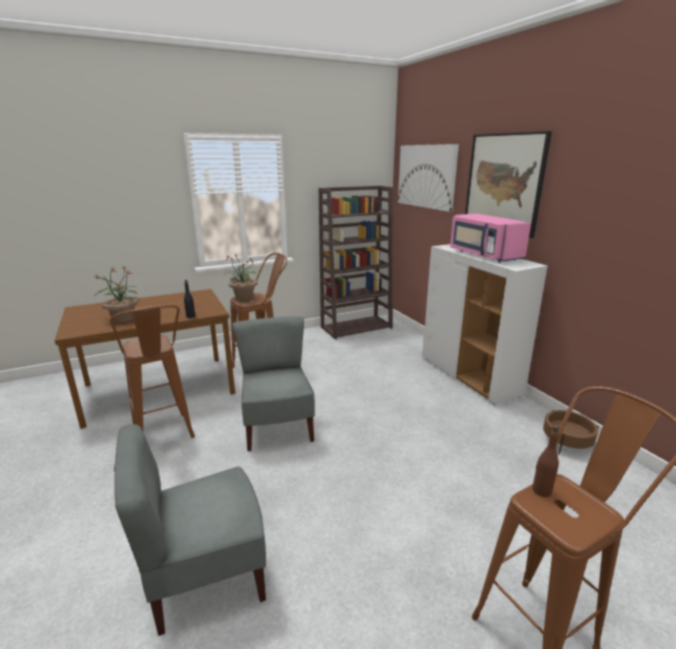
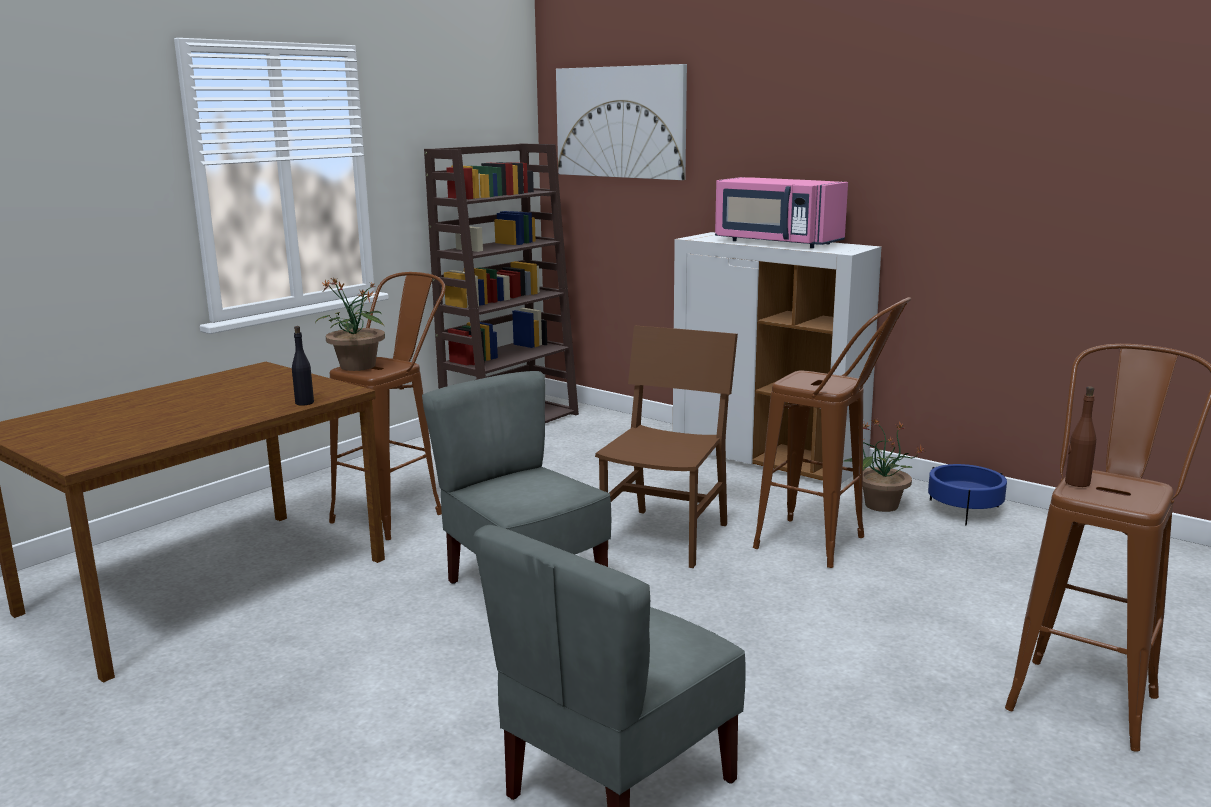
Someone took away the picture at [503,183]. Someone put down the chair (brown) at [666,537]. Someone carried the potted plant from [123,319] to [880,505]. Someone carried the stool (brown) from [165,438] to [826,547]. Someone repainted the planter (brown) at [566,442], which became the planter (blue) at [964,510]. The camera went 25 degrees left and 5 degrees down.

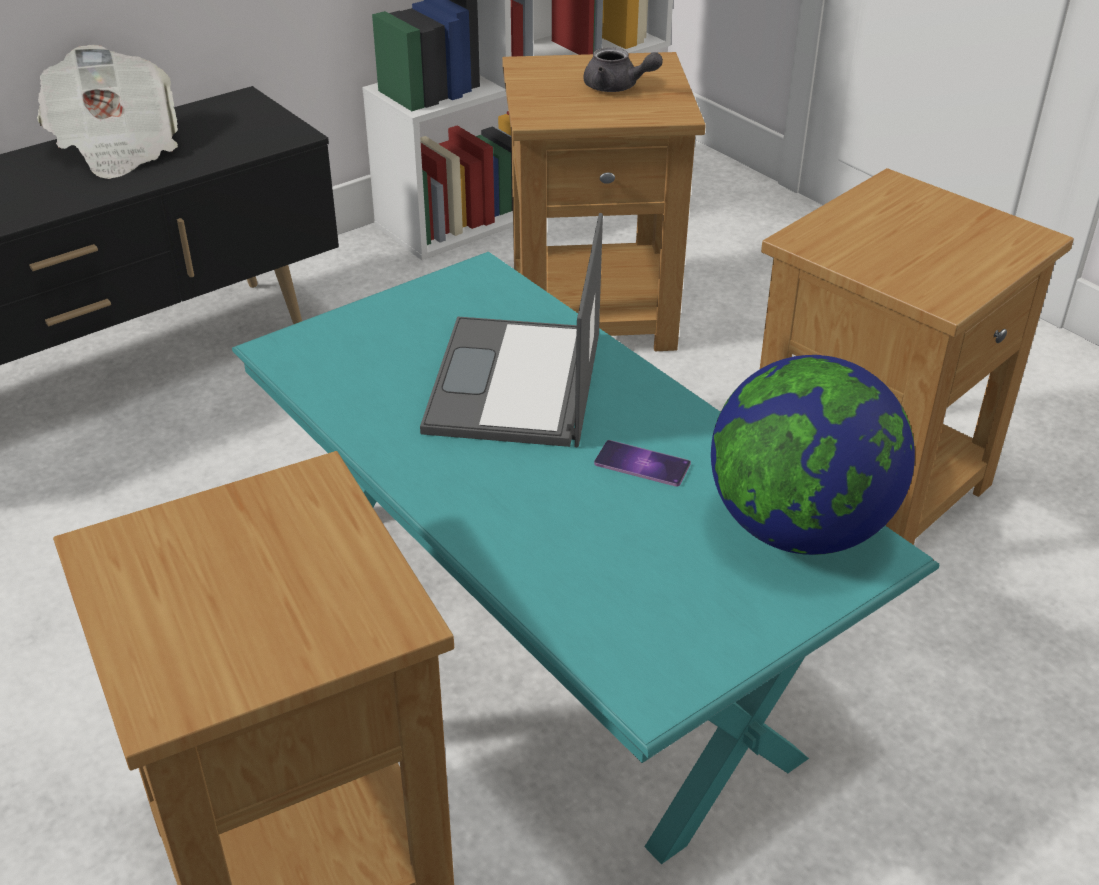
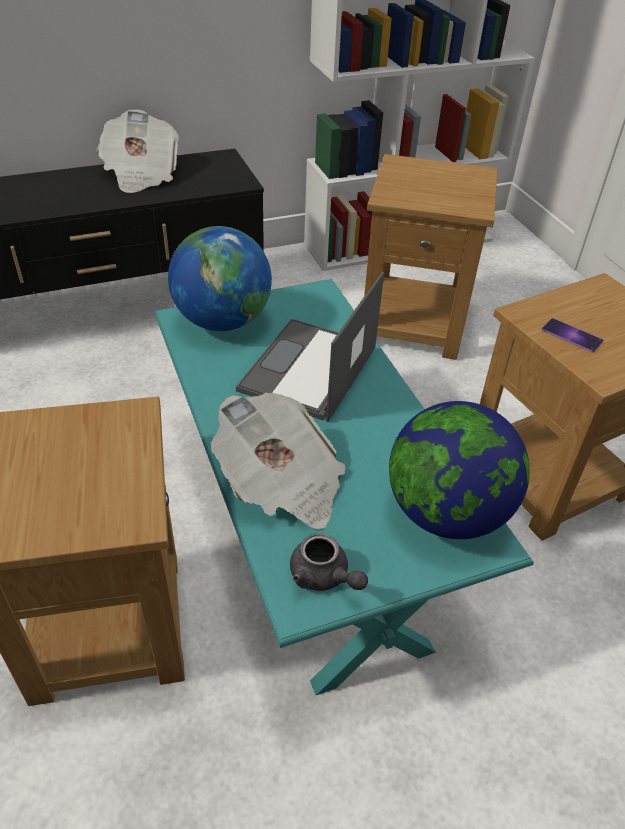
Someone put down the globe at [222,321]. Someone put down the newspaper at [281,484]. Someone carried the teapot (grey) from [617,87] to [324,577]. Someone carried the phone from [642,464] to [571,335]. The camera went 15 degrees right and 5 degrees up.

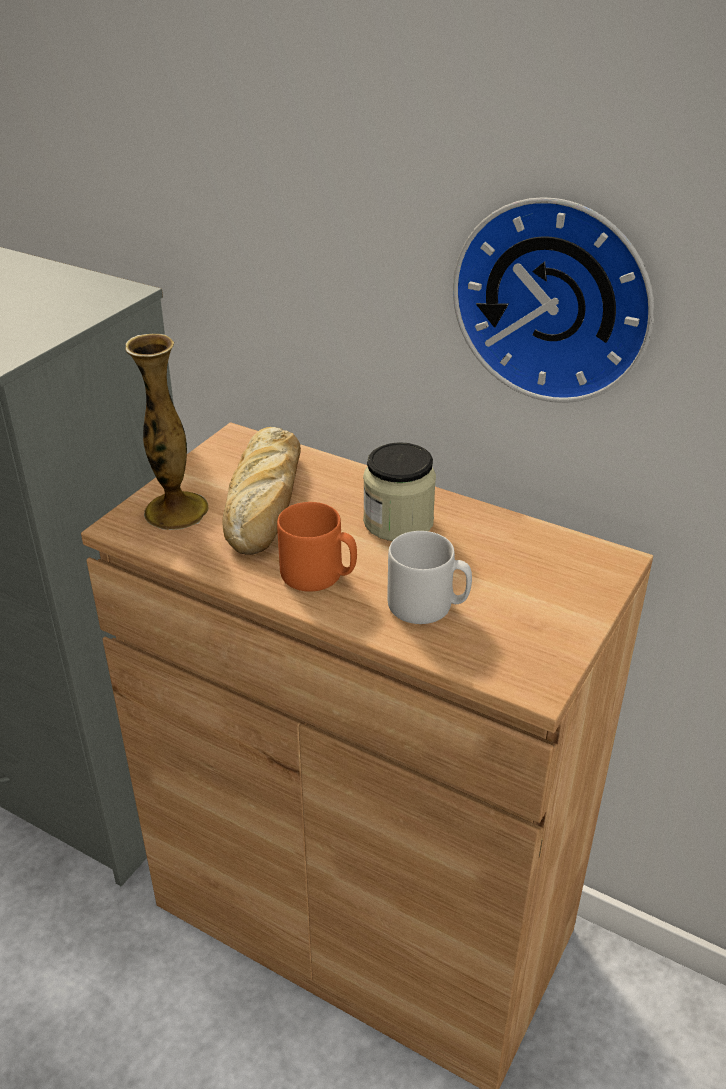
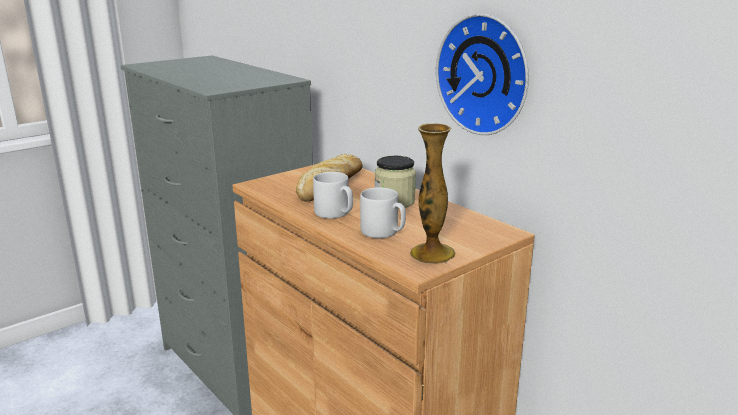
Someone carried the vase from [176,511] to [432,253]. Someone repainted the mug (orange) at [319,575], which became the mug (grey) at [335,213]. The camera went 20 degrees right and 15 degrees down.

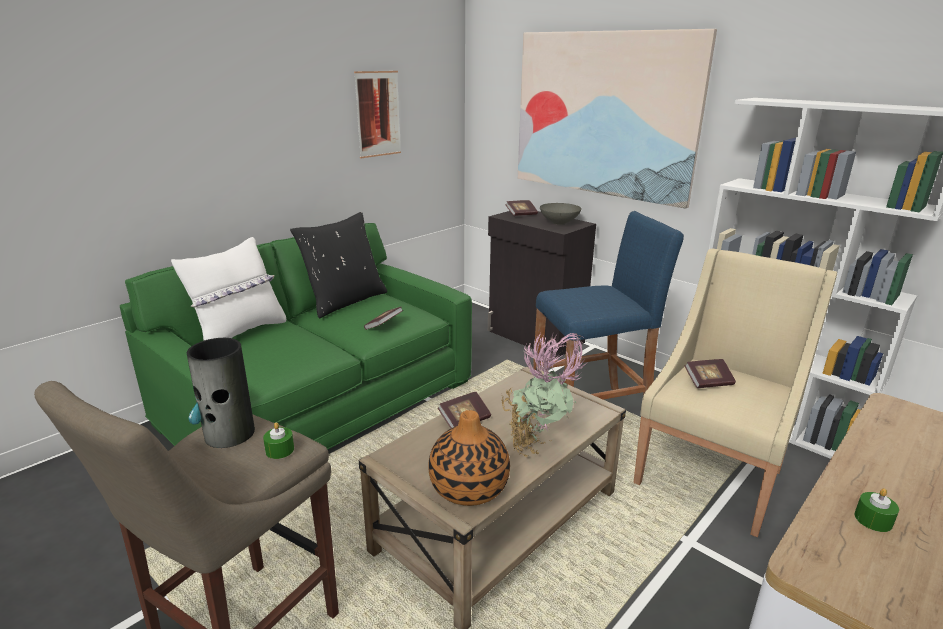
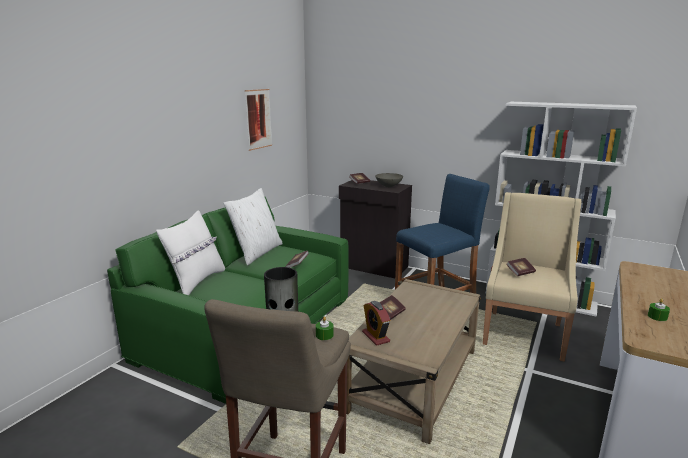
Someone took away the vase at [469,487]. Someone took away the potted plant at [538,447]. Someone took away the picture at [603,115]. Someone put down the alarm clock at [376,337]. Someone repainted the pillow (black) at [345,301], which became the pillow (white) at [257,252]. The camera went 15 degrees left and 5 degrees down.

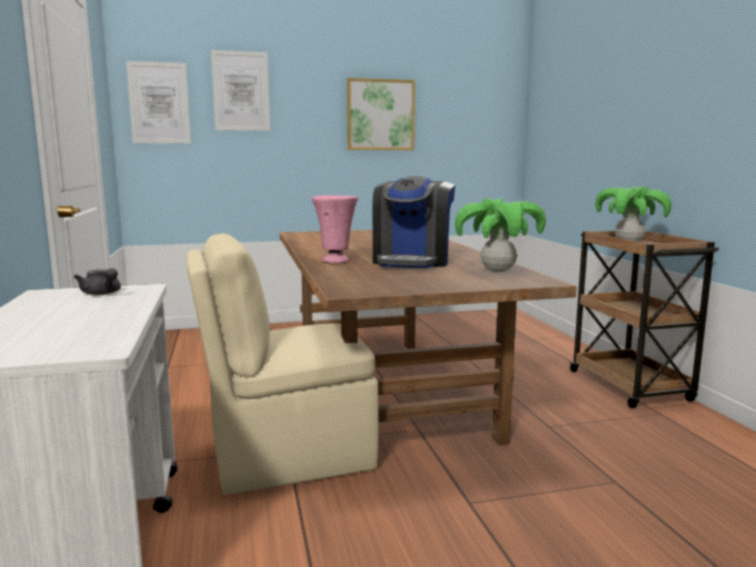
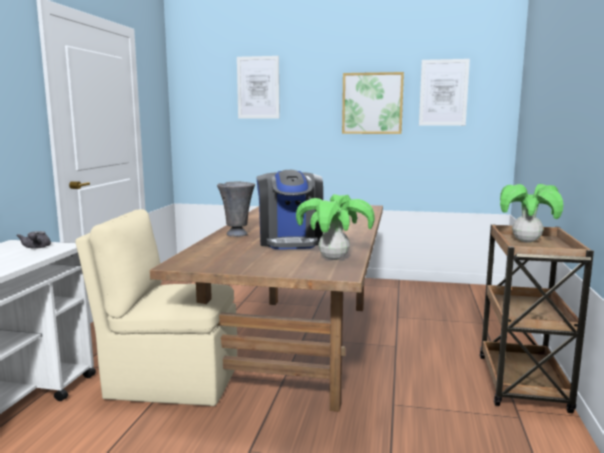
Someone carried the picture from [159,103] to [443,92]. Someone repainted the vase (pink) at [335,260], which became the vase (grey) at [237,234]. Someone rotated the coffee machine at [412,261] by 45 degrees counterclockwise. The camera went 25 degrees right and 0 degrees up.

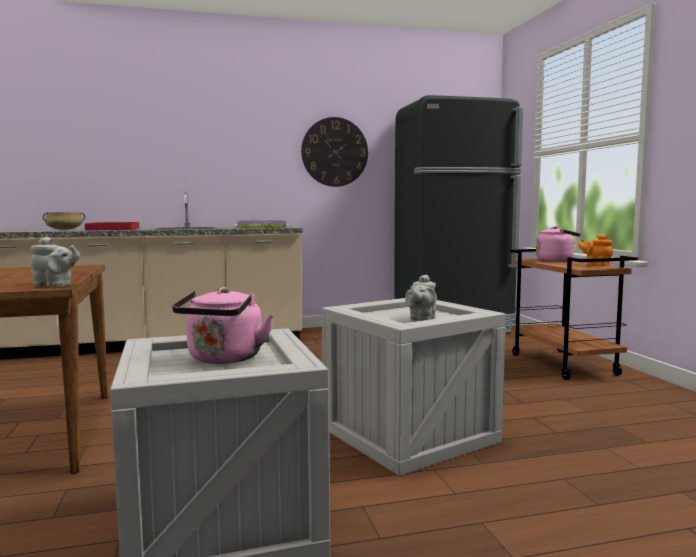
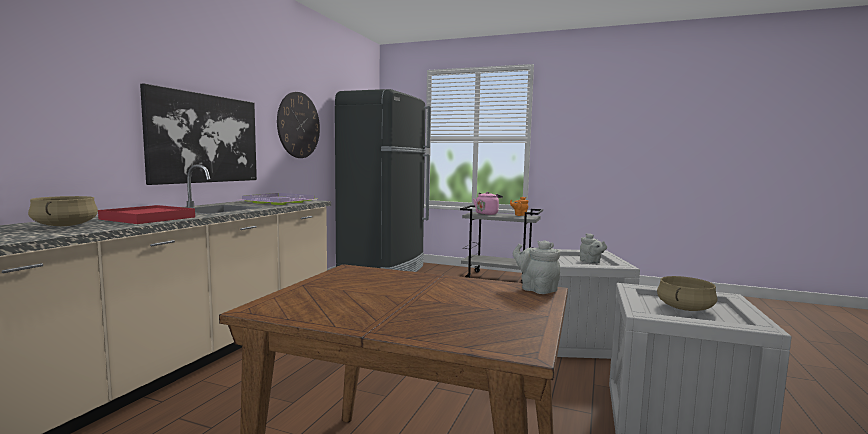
Someone put up the picture at [204,138]. Someone swapped the kettle (pink) at [224,359] for the cooking pot (beige) at [685,308]. Someone repainted the cart (brown) at [564,364], which became the cart (grey) at [500,279]. Someone rotated the teapot (grey) at [55,285] by 90 degrees counterclockwise. The camera went 55 degrees left and 0 degrees up.

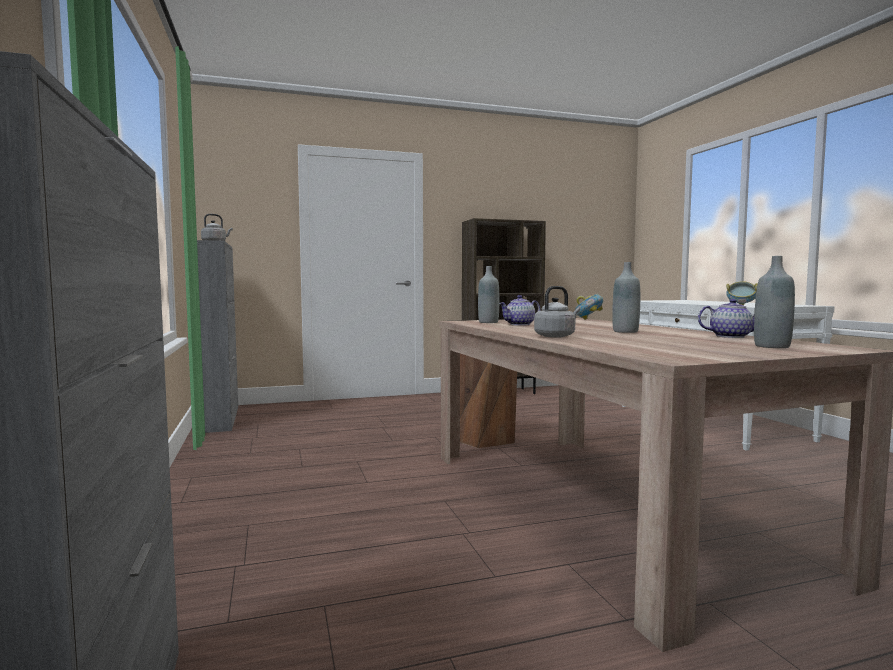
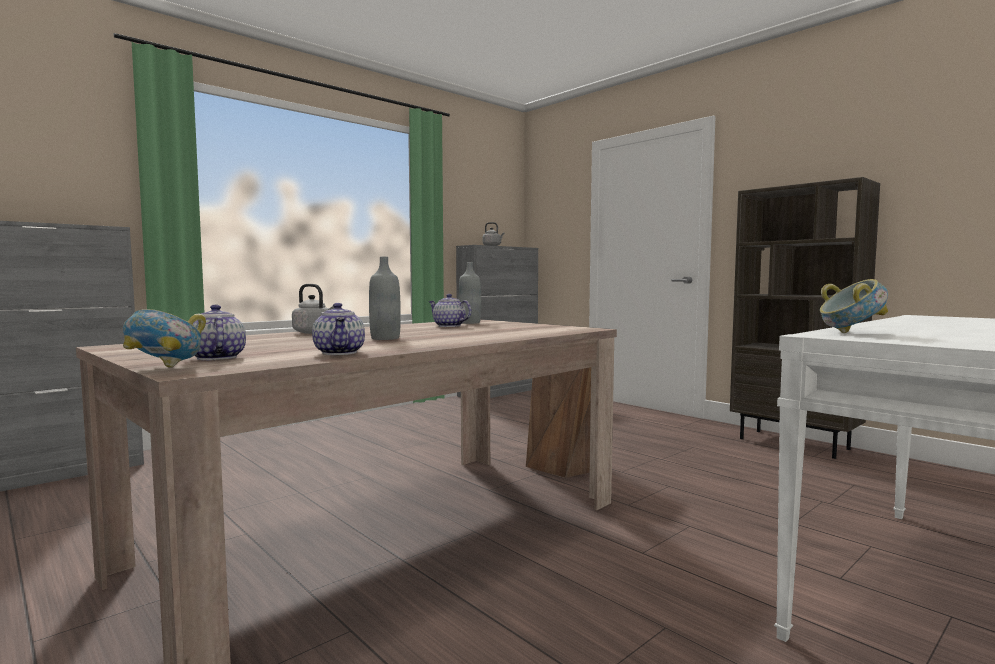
Someone carried the bowl from [588,319] to [166,368]. Someone swapped the bottle (grey) at [772,346] for the teapot at [215,358]. The camera went 65 degrees right and 0 degrees up.

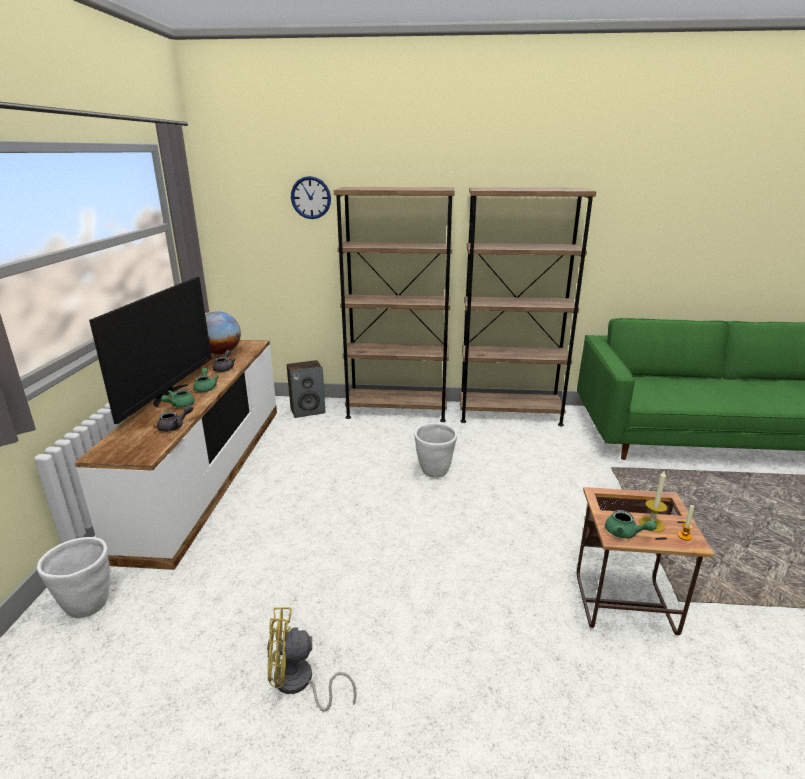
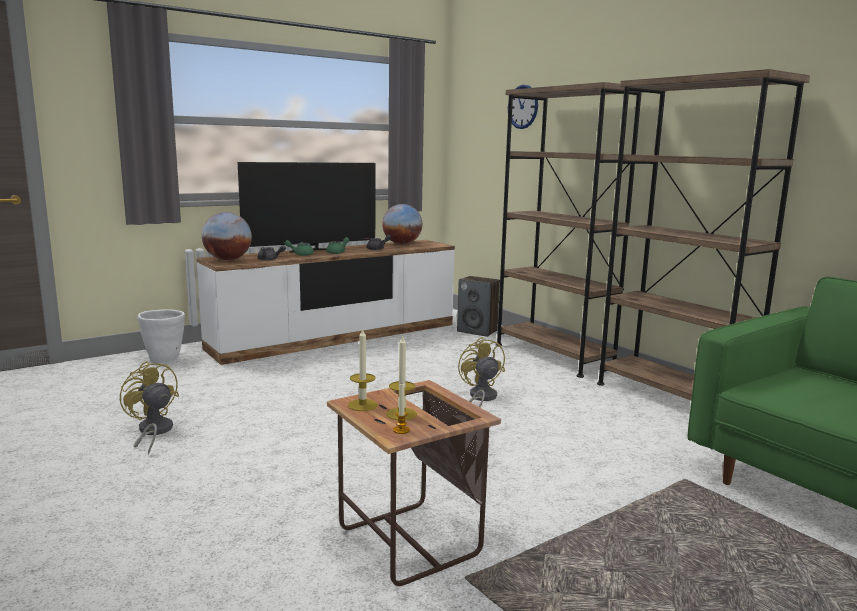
Someone put down the globe at [228,260]. Someone swapped the planter (white) at [434,472] for the fan (yellow) at [480,398]. Someone swapped the teapot (green) at [625,533] for the candle at [362,405]. The camera went 50 degrees right and 10 degrees down.

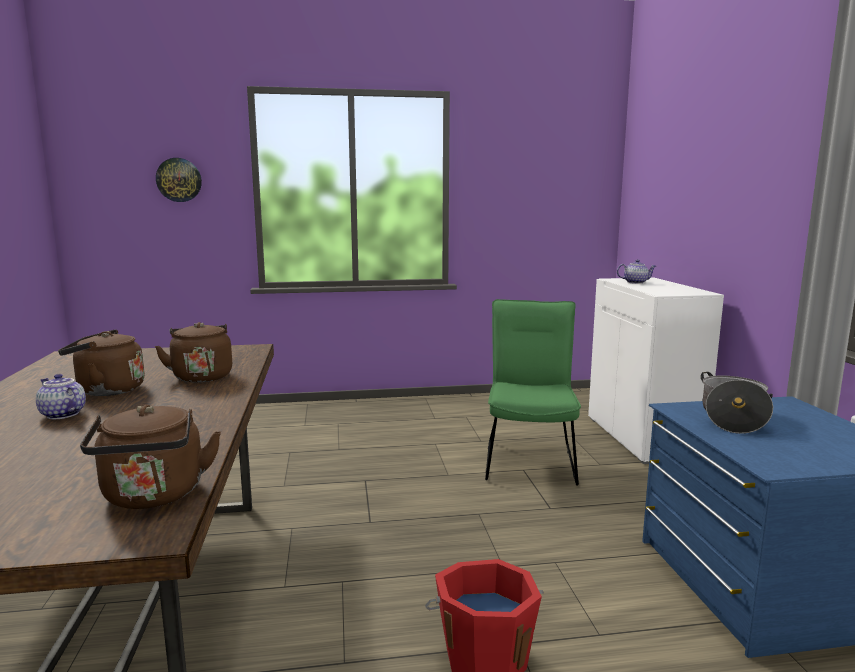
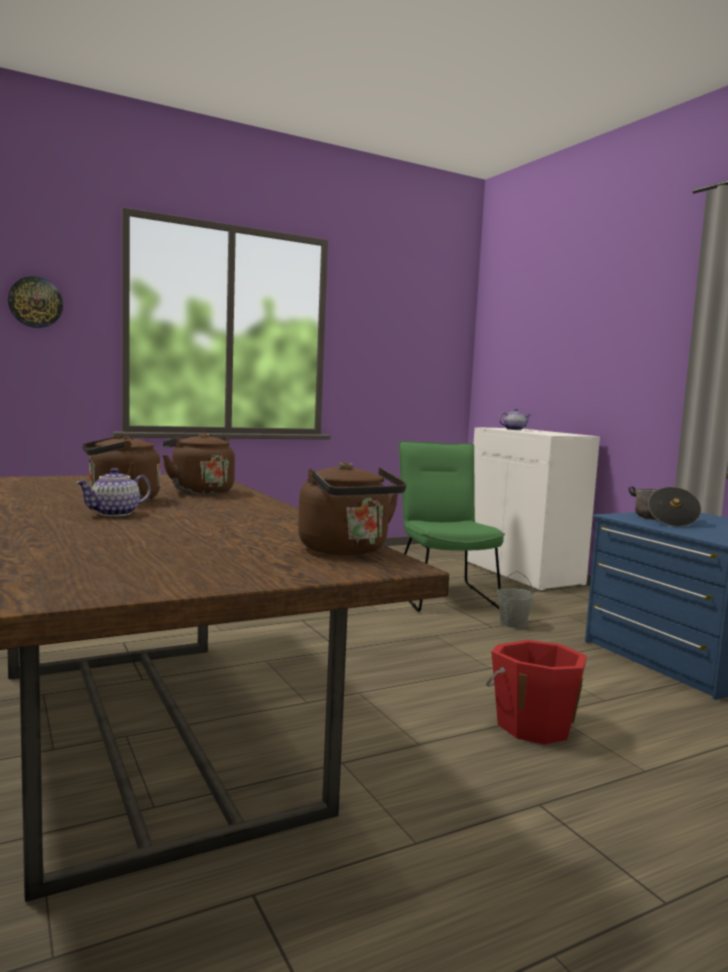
Someone put down the bucket (grey) at [513,624]. Someone rotated the teapot at [61,414] by 60 degrees counterclockwise. The camera went 20 degrees left and 5 degrees down.

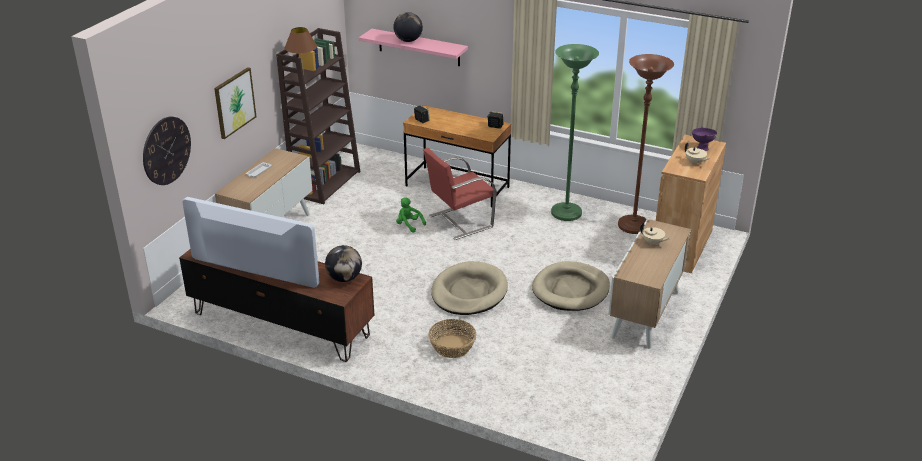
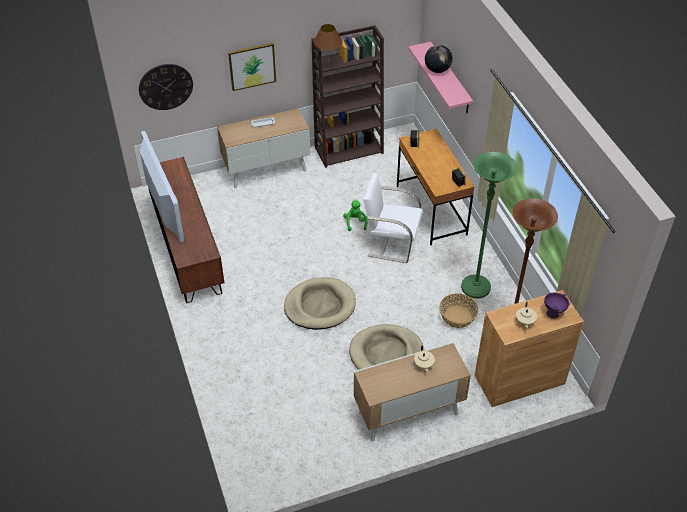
Someone took away the globe at [344,278]. Someone carried the basket from [452,347] to [457,316]. Someone repainted the chair (red) at [459,221], which became the chair (white) at [391,242]. The camera went 45 degrees right and 15 degrees up.

